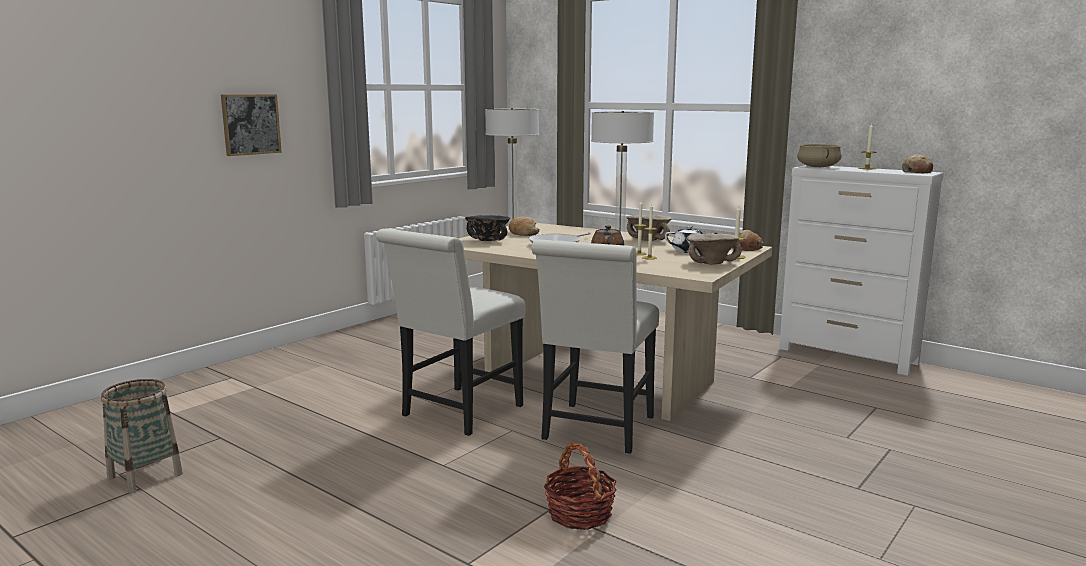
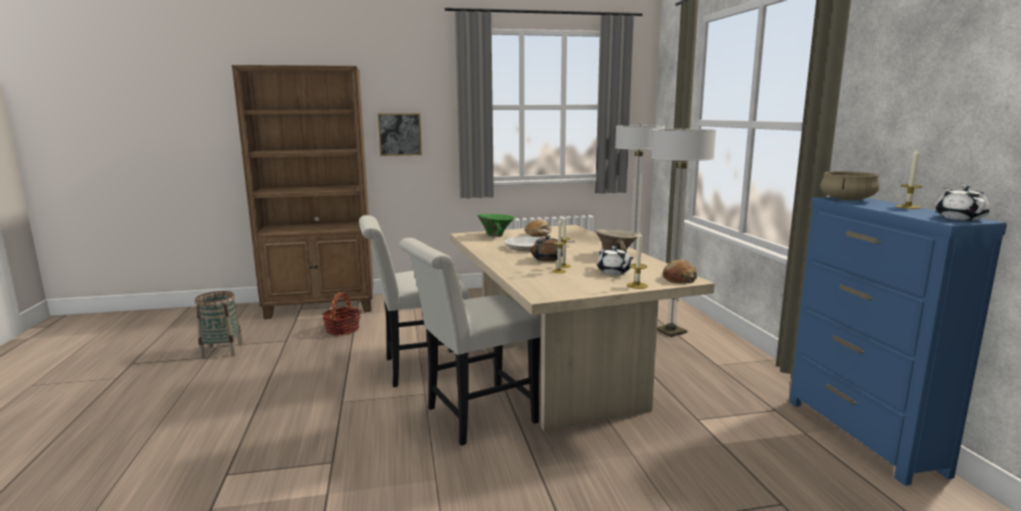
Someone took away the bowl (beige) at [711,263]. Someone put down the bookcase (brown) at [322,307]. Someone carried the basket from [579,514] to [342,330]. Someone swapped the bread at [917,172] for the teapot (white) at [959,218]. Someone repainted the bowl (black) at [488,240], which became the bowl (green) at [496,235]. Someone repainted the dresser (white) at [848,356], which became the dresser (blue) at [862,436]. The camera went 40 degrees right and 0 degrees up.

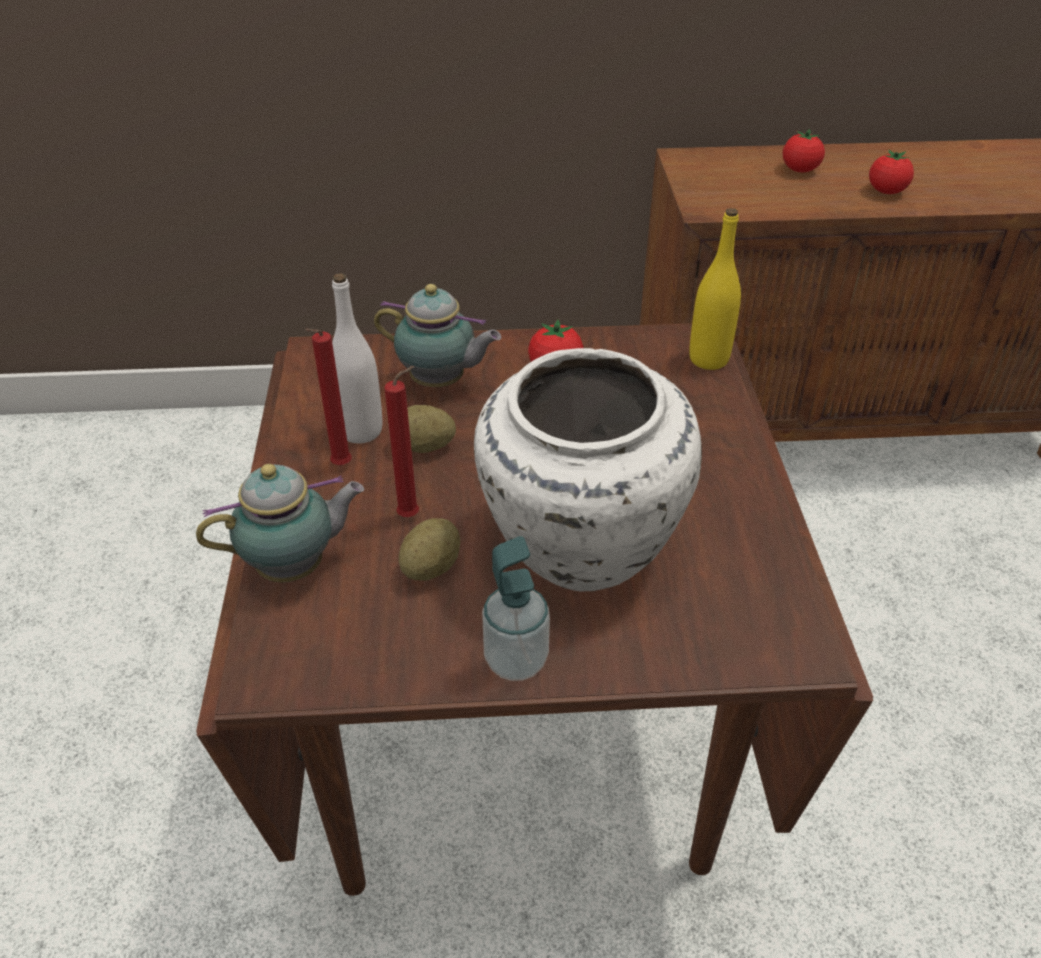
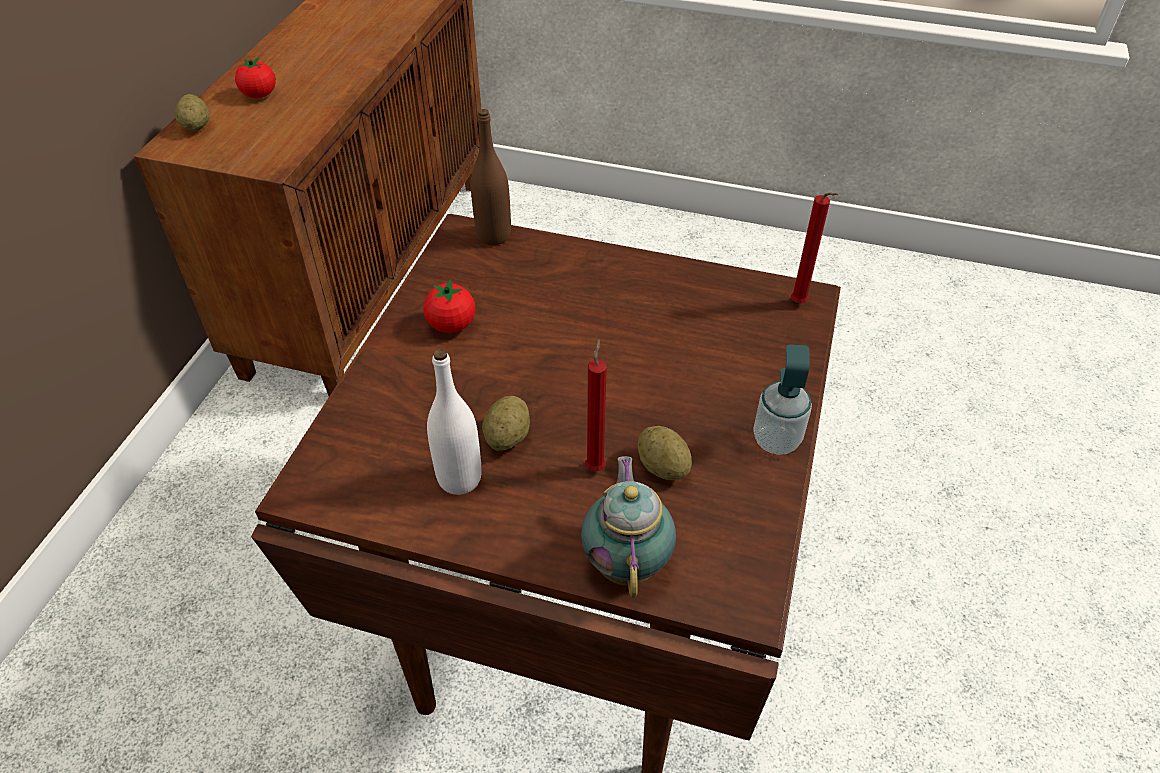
Someone took away the teapot at [441,382]. Someone took away the vase (white) at [578,550]. Someone took away the tomato at [886,191]. Someone put down the potato at [196,126]. Someone carried the candle (red) from [339,467] to [800,305]. Someone repainted the bottle (yellow) at [708,359], which became the bottle (brown) at [493,235]. The camera went 70 degrees left and 5 degrees up.

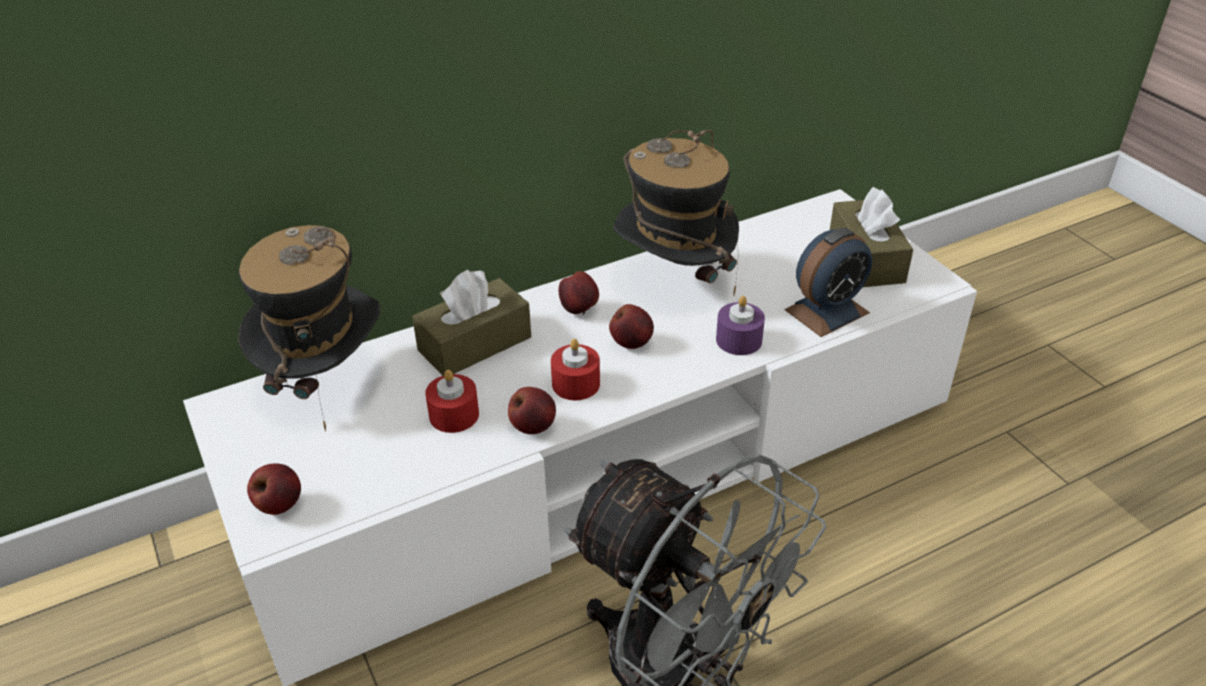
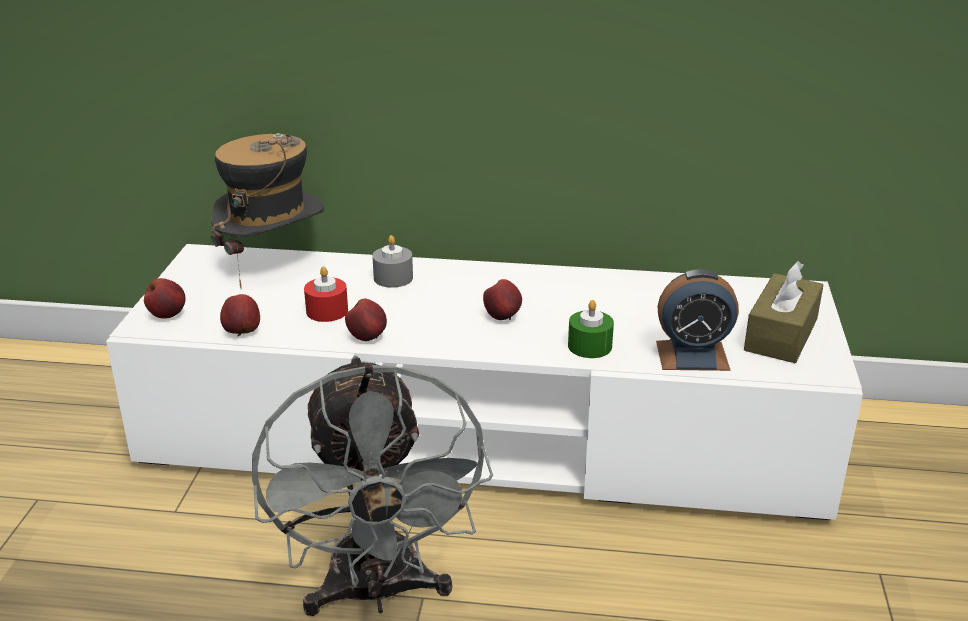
Someone took away the candle (red) at [576,384]. Someone took away the hat at [674,282]. Someone carried the apple from [579,310] to [242,332]. Someone swapped the tissue box (brown) at [475,344] for the candle (grey) at [393,278]. Someone repainted the candle (purple) at [739,340], which became the candle (green) at [589,346]. The camera went 35 degrees right and 10 degrees down.

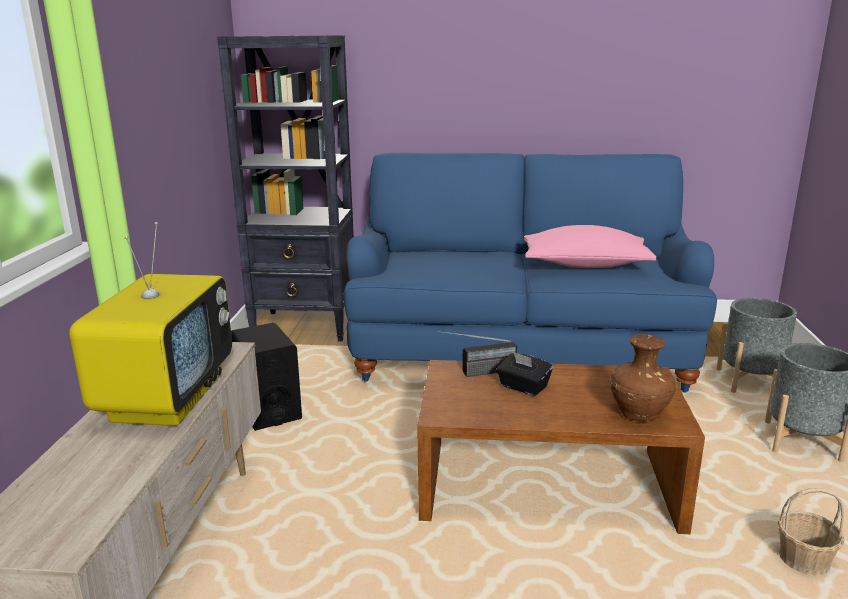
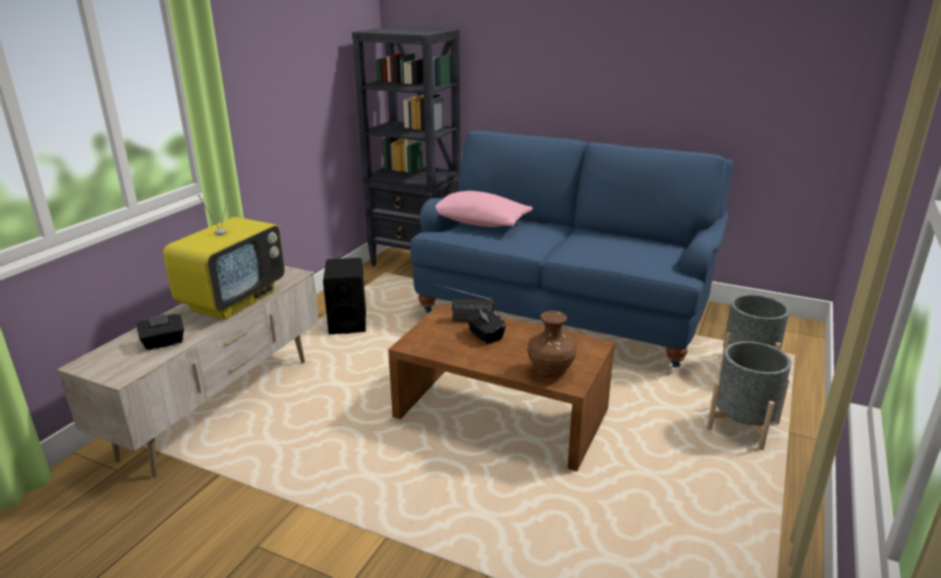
Someone took away the basket at [804,560]. Someone put down the tissue box (black) at [163,343]. Someone carried the pillow (pink) from [585,265] to [478,223]. The camera went 20 degrees right and 5 degrees up.

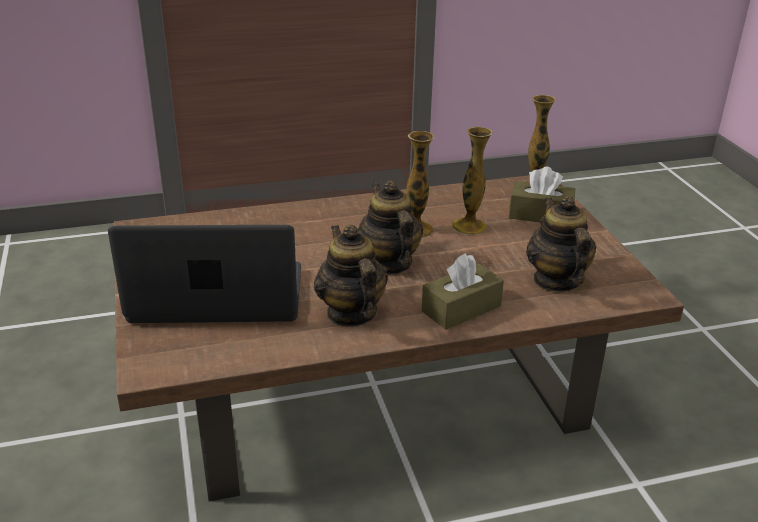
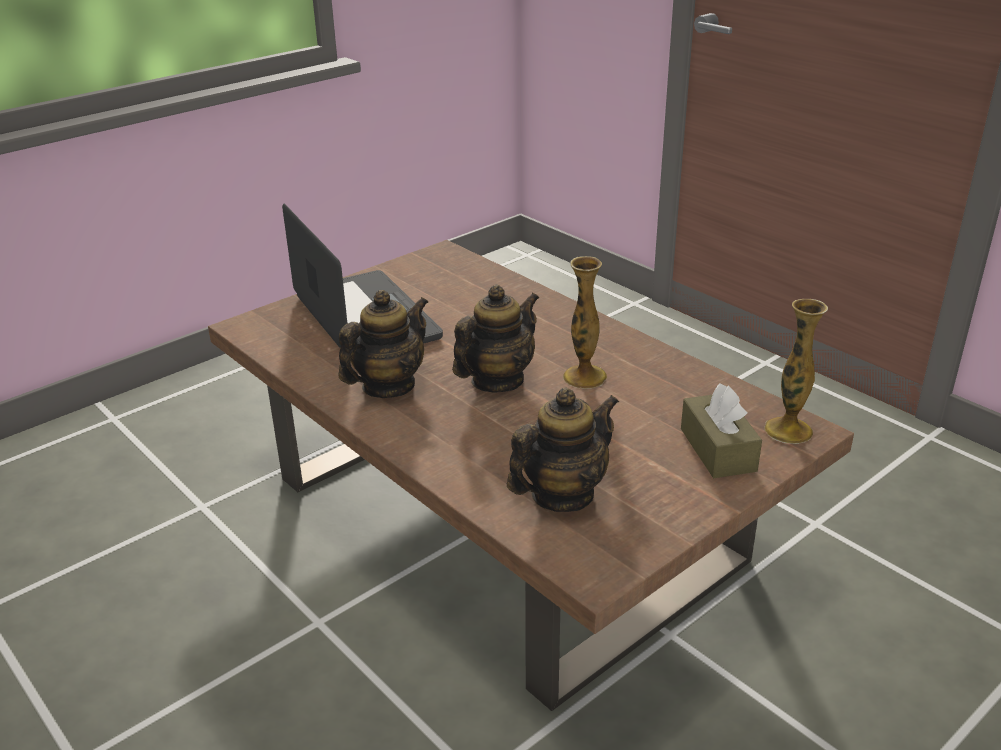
Someone took away the tissue box (brown) at [461,309]. Someone took away the vase at [469,226]. The camera went 65 degrees right and 0 degrees up.

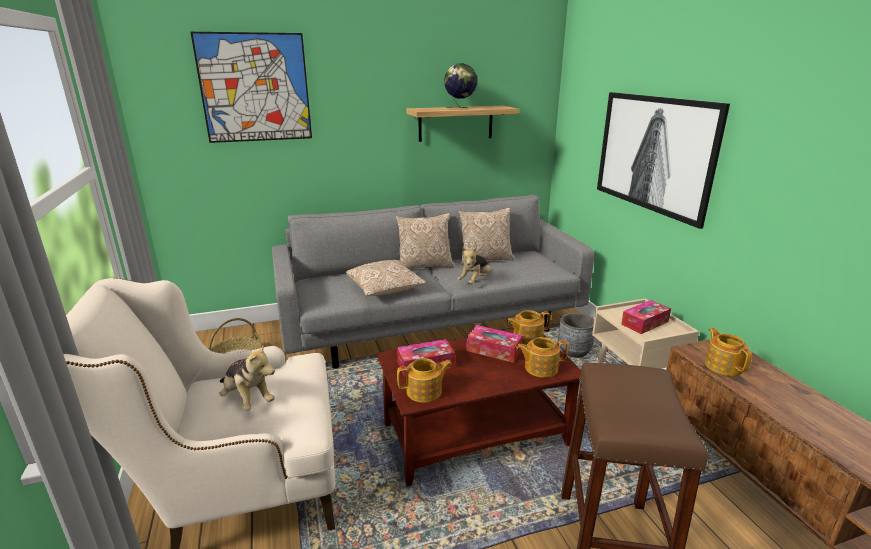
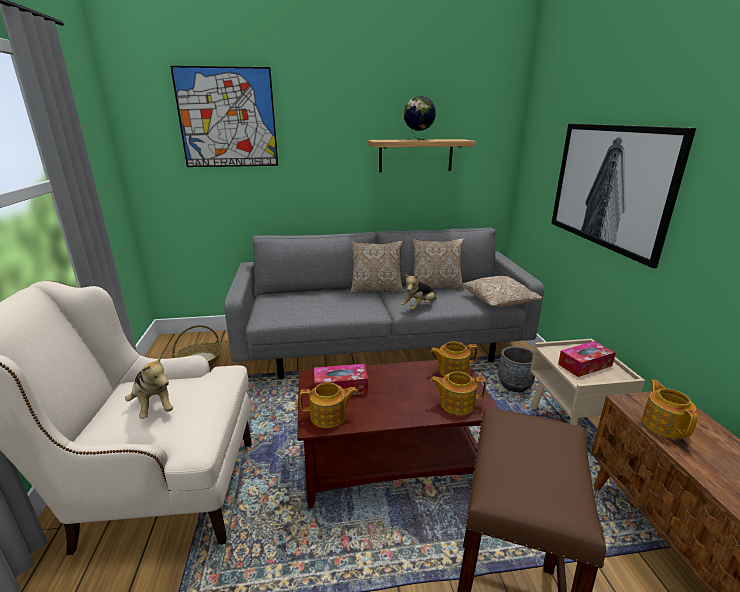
Someone took away the tissue box at [493,350]. Someone carried the pillow from [385,289] to [499,302]. The camera went 10 degrees right and 0 degrees up.

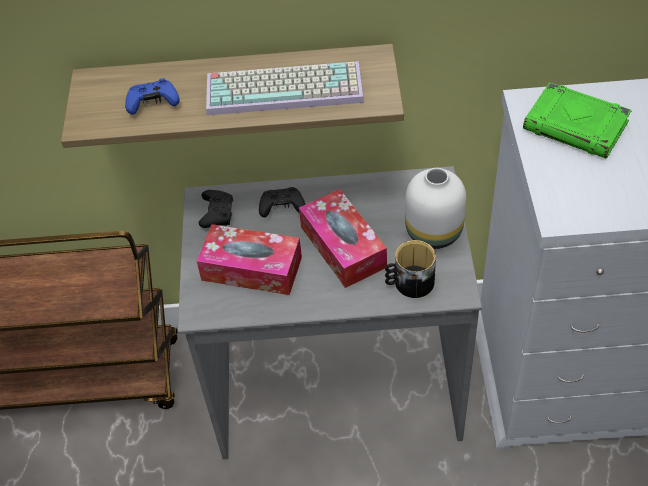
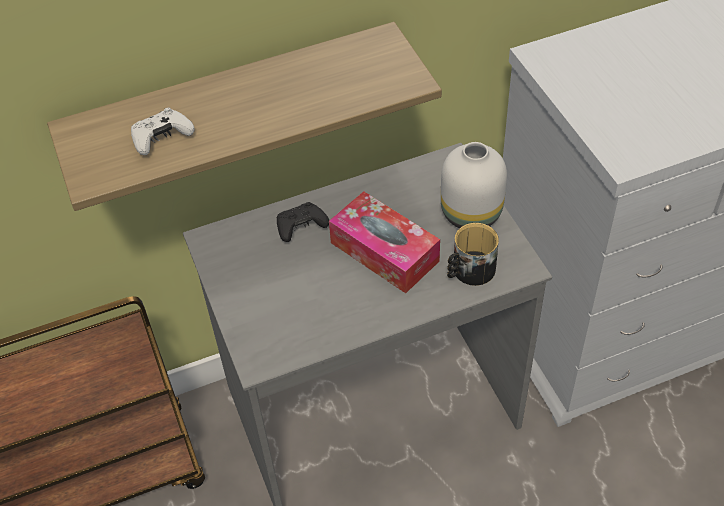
Someone took away the tissue box at [251,268]. Someone took away the game controller (black) at [217,214]. Someone took away the keyboard at [286,88]. Someone took away the book (green) at [576,126]. Someone repainted the game controller (blue) at [153,103], which became the game controller (white) at [161,138]. The camera went 20 degrees left and 0 degrees up.

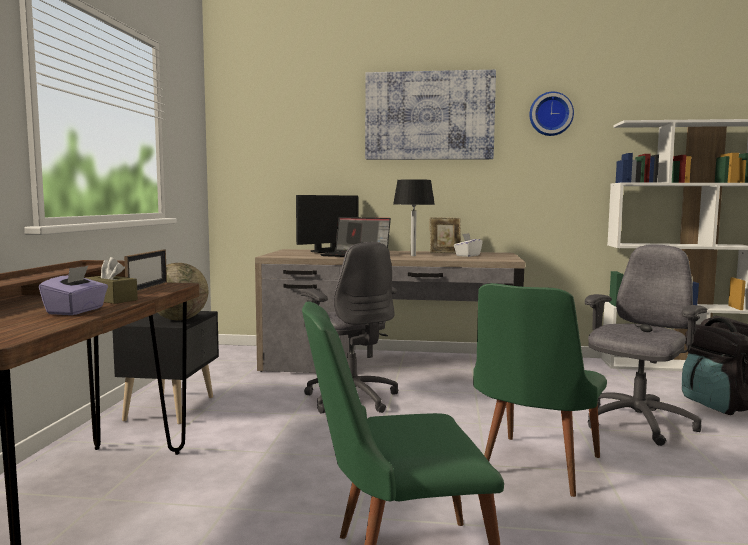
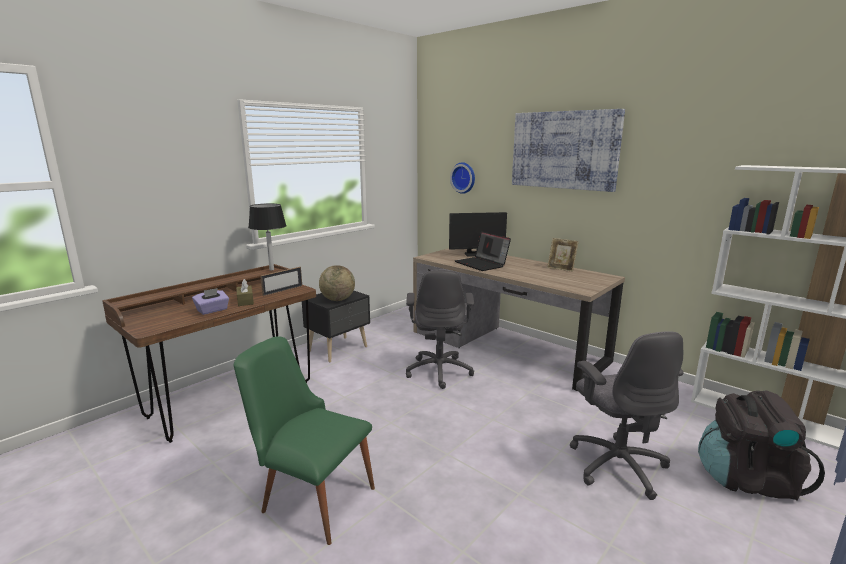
Someone took away the tissue box (white) at [467,255]. Someone took away the chair (green) at [534,469]. Someone carried the table lamp (black) from [413,255] to [271,270]. Someone carried the wall clock from [550,114] to [464,177]. Someone rotated the office chair (grey) at [636,424] by 90 degrees clockwise. The camera went 35 degrees right and 10 degrees up.

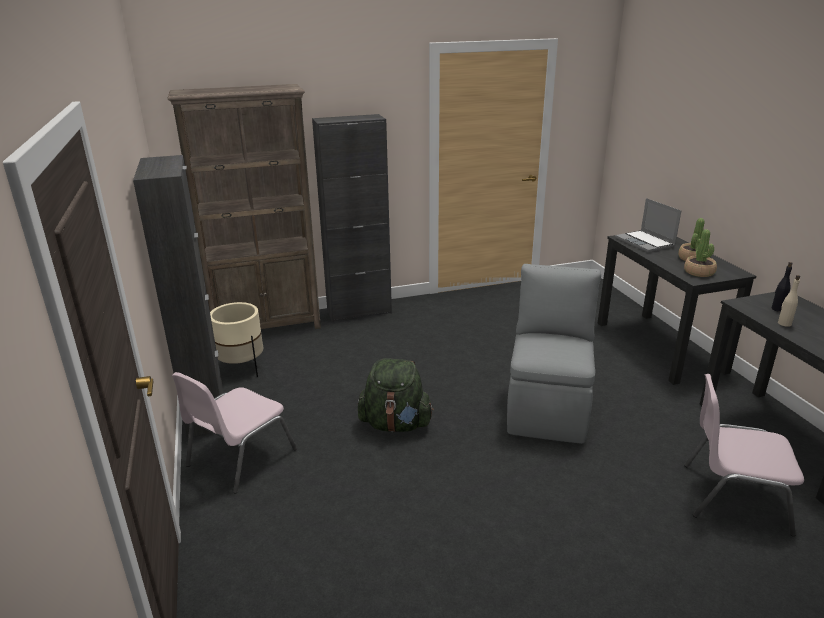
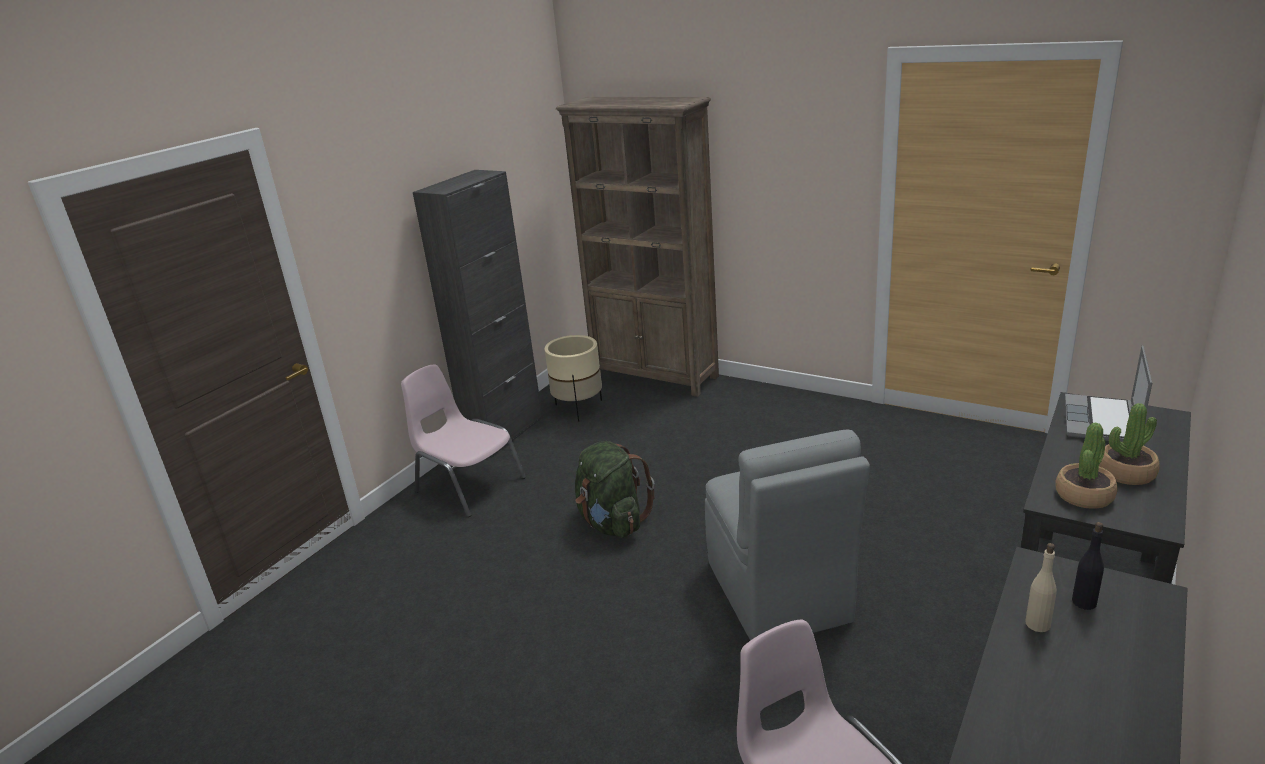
Someone took away the cabinet (black) at [359,312]. Someone rotated the chair (pink) at [239,458] by 45 degrees clockwise. Someone rotated the chair (grey) at [548,409] by 105 degrees clockwise. The camera went 50 degrees right and 0 degrees up.

